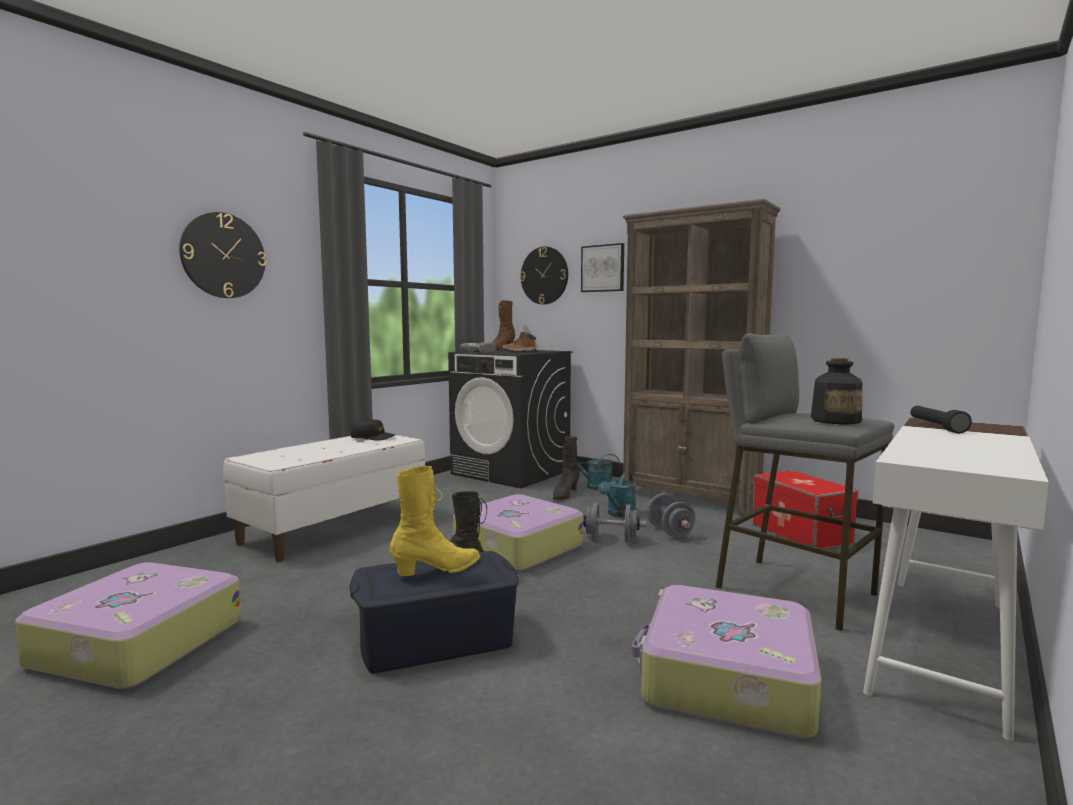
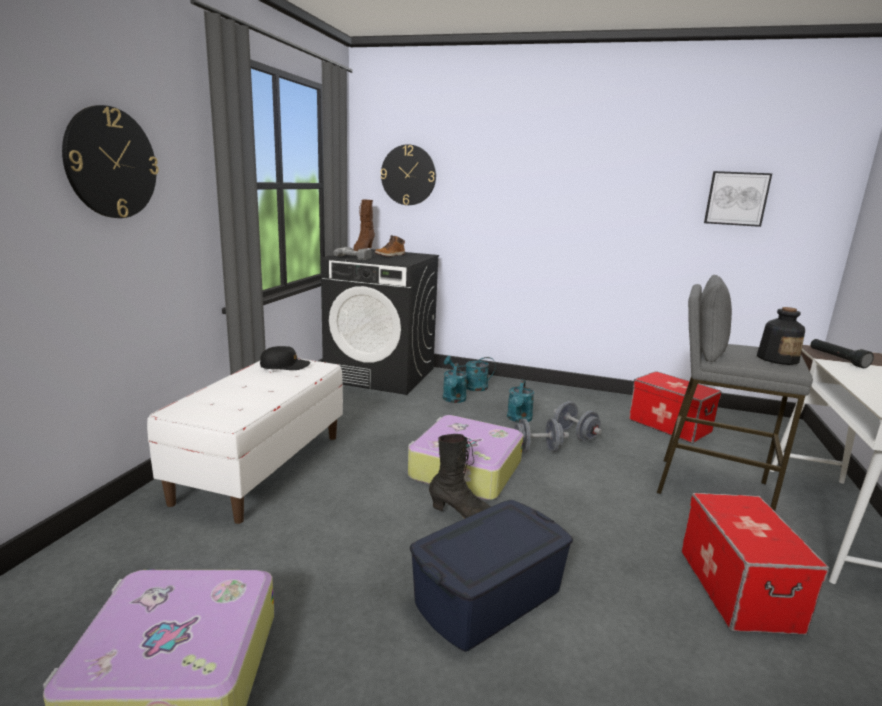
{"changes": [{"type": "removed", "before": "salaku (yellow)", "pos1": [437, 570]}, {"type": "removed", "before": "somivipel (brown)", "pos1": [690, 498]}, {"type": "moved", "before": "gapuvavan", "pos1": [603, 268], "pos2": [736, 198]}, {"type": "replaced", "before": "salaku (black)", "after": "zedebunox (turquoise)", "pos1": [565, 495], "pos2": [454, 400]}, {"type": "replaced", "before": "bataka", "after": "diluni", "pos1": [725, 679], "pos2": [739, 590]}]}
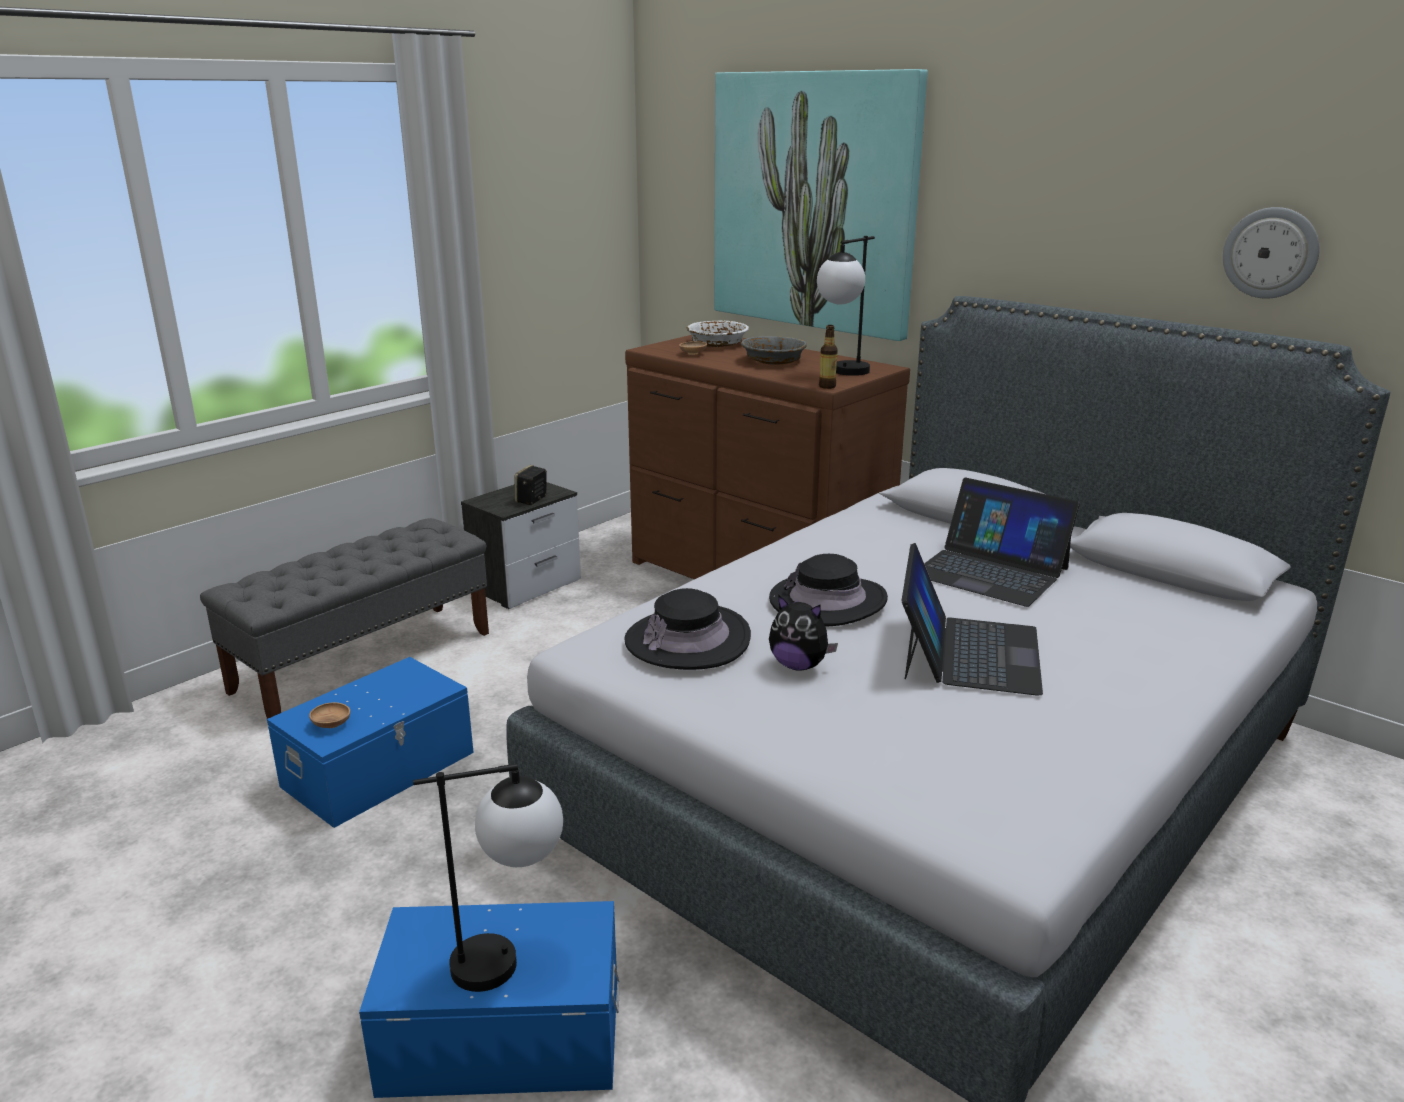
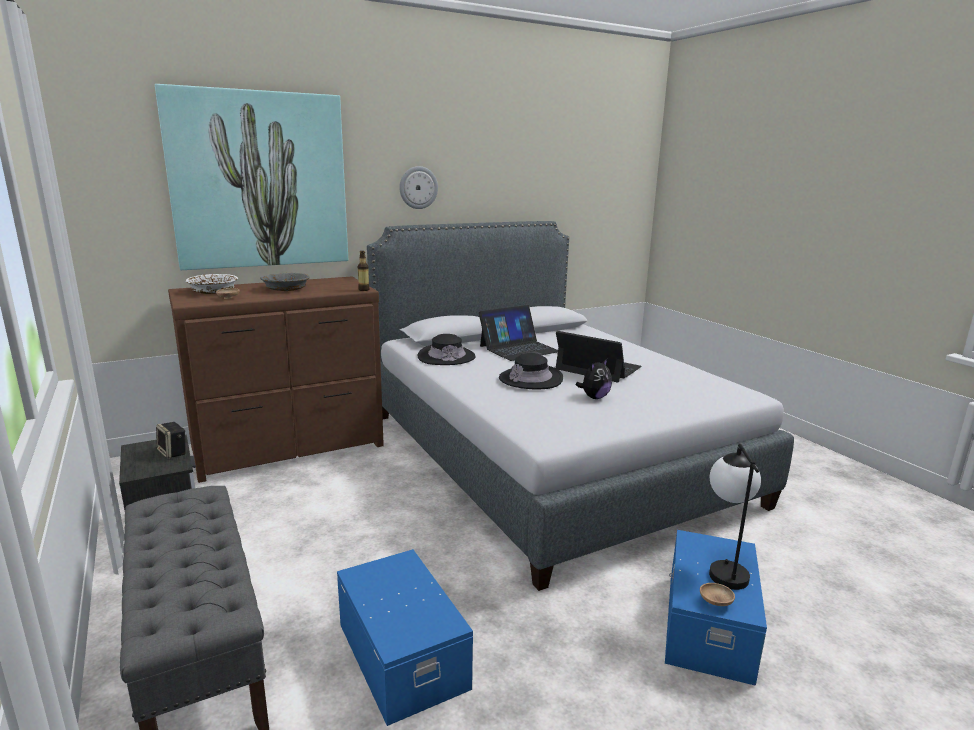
{"changes": [{"type": "removed", "before": "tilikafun", "pos1": [842, 374]}, {"type": "moved", "before": "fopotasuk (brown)", "pos1": [331, 724], "pos2": [715, 602]}, {"type": "moved", "before": "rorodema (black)", "pos1": [688, 640], "pos2": [446, 357]}, {"type": "moved", "before": "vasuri", "pos1": [1270, 253], "pos2": [418, 187]}]}
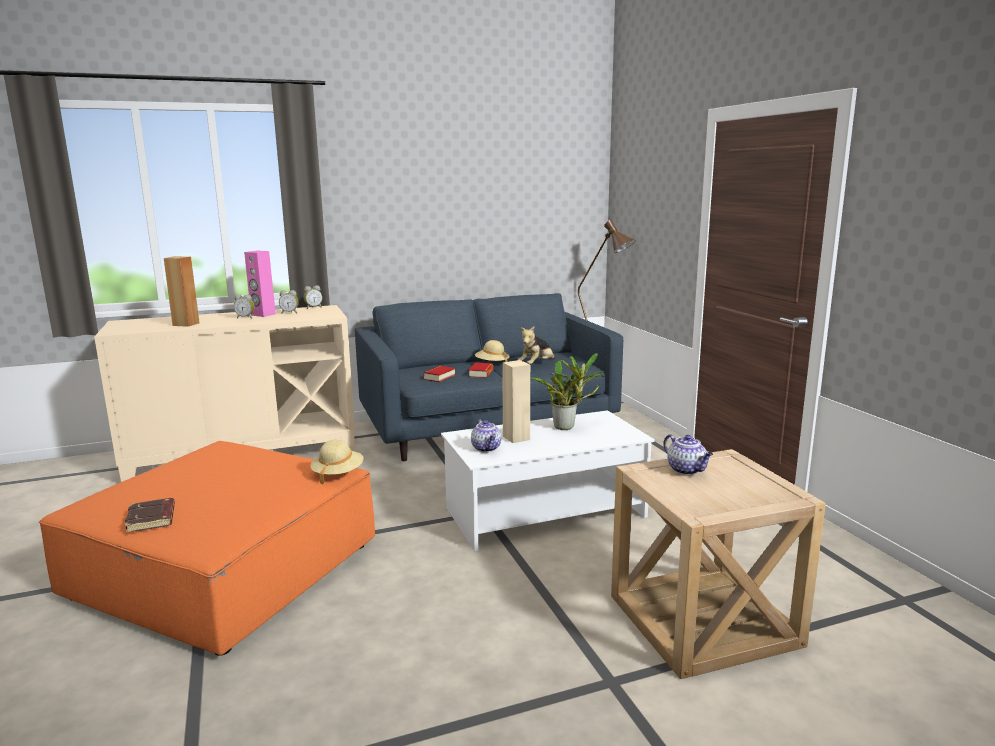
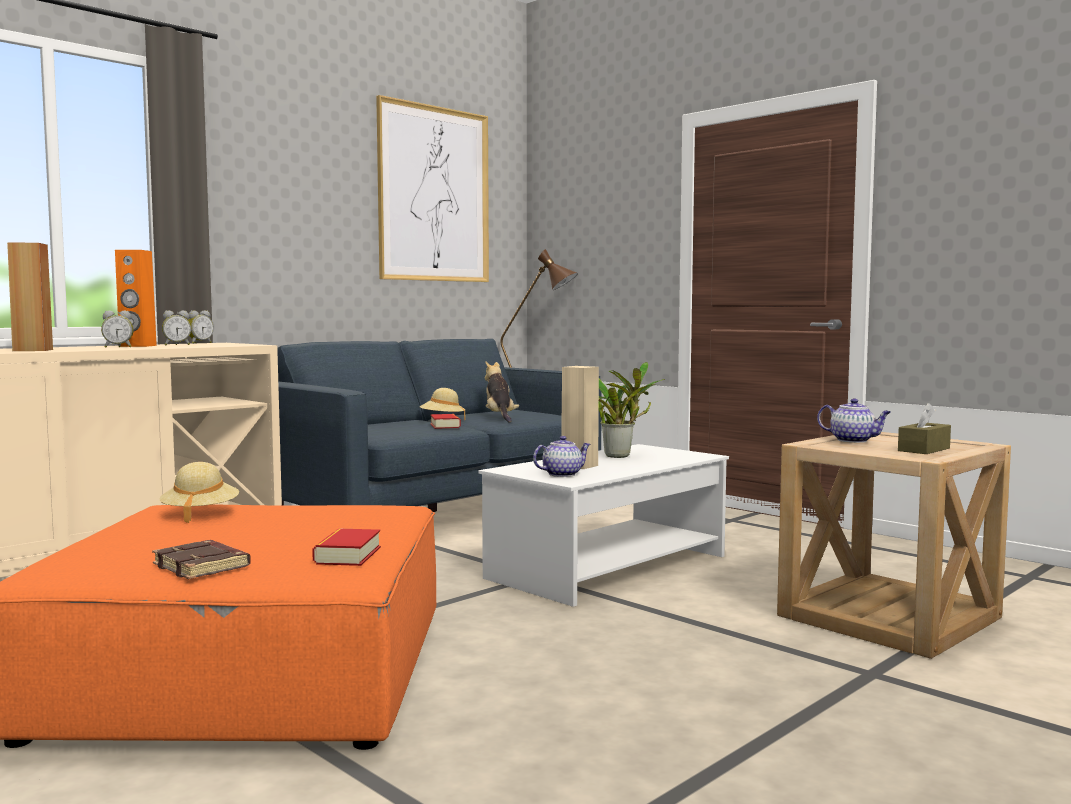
{"changes": [{"type": "added", "after": "gapuvavan", "pos2": [434, 194]}, {"type": "added", "after": "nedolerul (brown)", "pos2": [924, 449]}, {"type": "moved", "before": "rorodema (beige)", "pos1": [338, 474], "pos2": [200, 514]}, {"type": "moved", "before": "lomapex", "pos1": [439, 377], "pos2": [347, 555]}, {"type": "recoloured", "before": "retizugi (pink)", "after": "retizugi (orange)", "pos1": [263, 314], "pos2": [137, 346]}, {"type": "turned", "before": "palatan", "pos1": [487, 448], "pos2": [562, 474], "turn": -75}, {"type": "turned", "before": "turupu", "pos1": [536, 365], "pos2": [500, 417], "turn": 150}]}
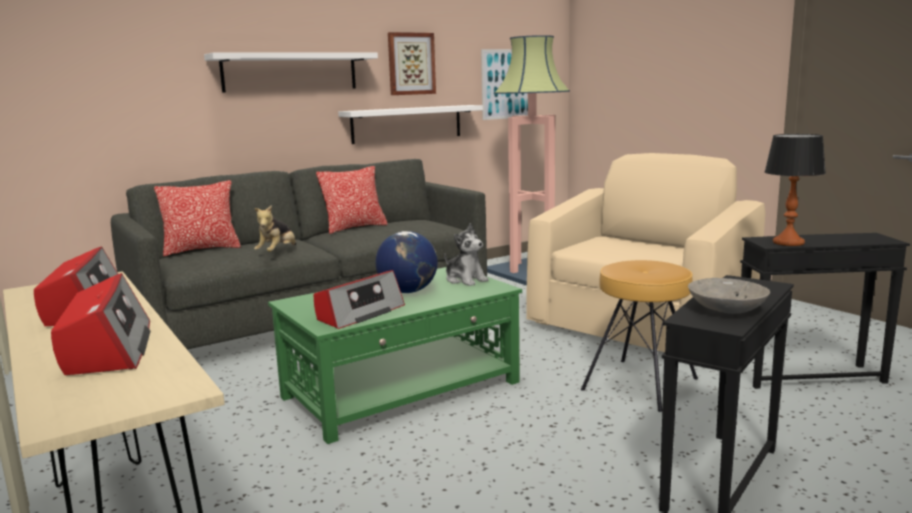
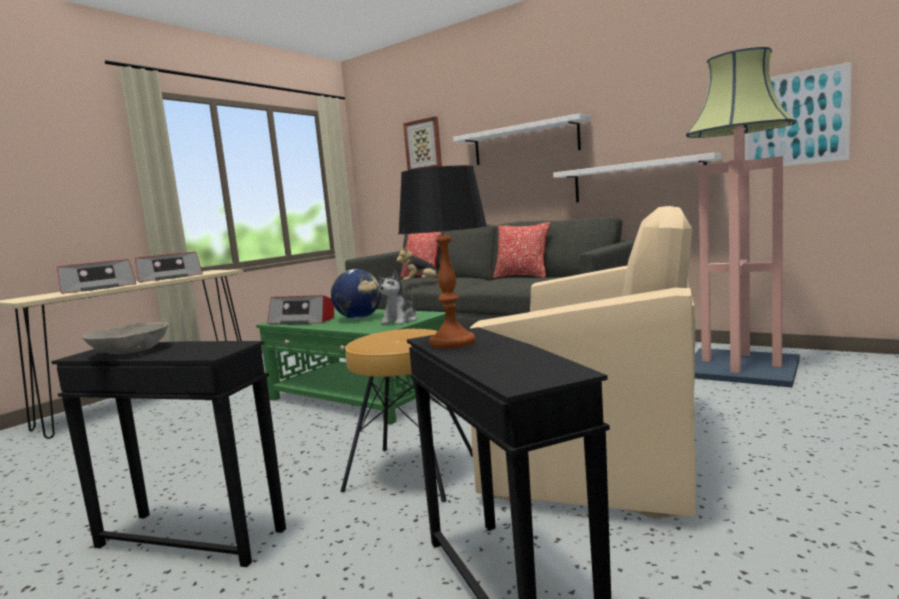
{"changes": [{"type": "moved", "before": "gapuvavan", "pos1": [411, 64], "pos2": [423, 145]}]}
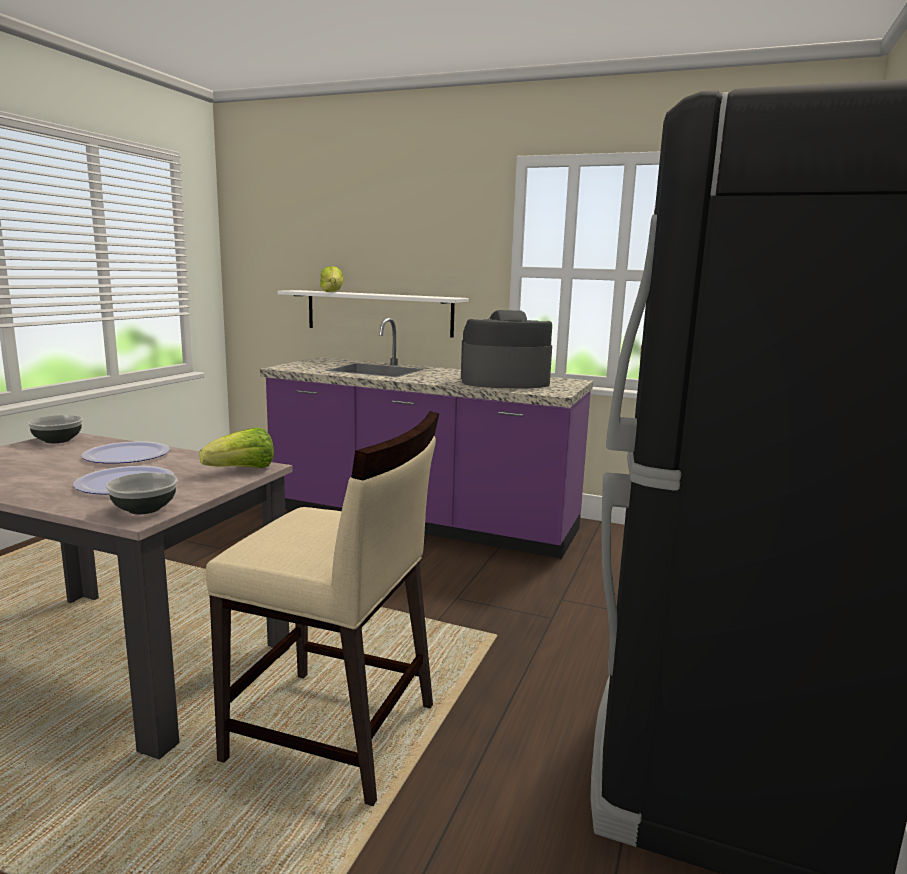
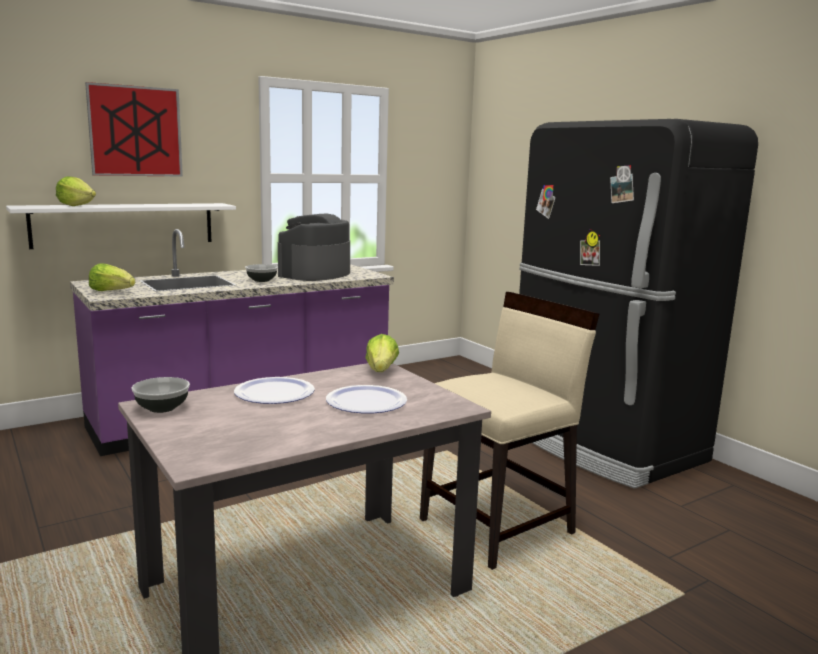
{"changes": [{"type": "added", "after": "gapuvavan", "pos2": [135, 131]}, {"type": "added", "after": "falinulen", "pos2": [111, 291]}, {"type": "moved", "before": "fopotasuk", "pos1": [144, 508], "pos2": [261, 280]}]}
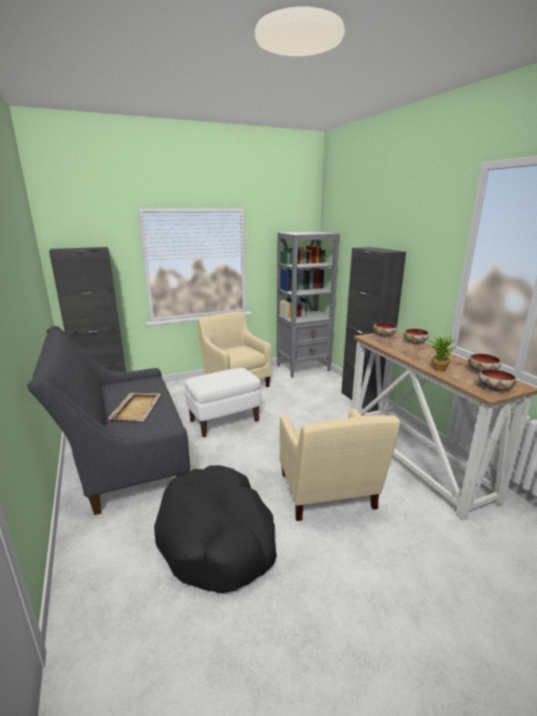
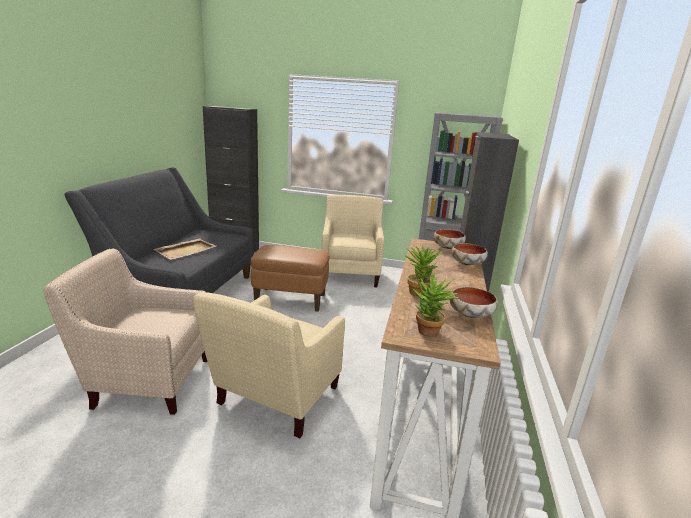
{"changes": [{"type": "replaced", "before": "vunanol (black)", "after": "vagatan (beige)", "pos1": [217, 538], "pos2": [147, 379]}, {"type": "replaced", "before": "fopotasuk", "after": "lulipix", "pos1": [494, 388], "pos2": [428, 334]}, {"type": "recoloured", "before": "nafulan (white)", "after": "nafulan (brown)", "pos1": [224, 421], "pos2": [291, 299]}]}
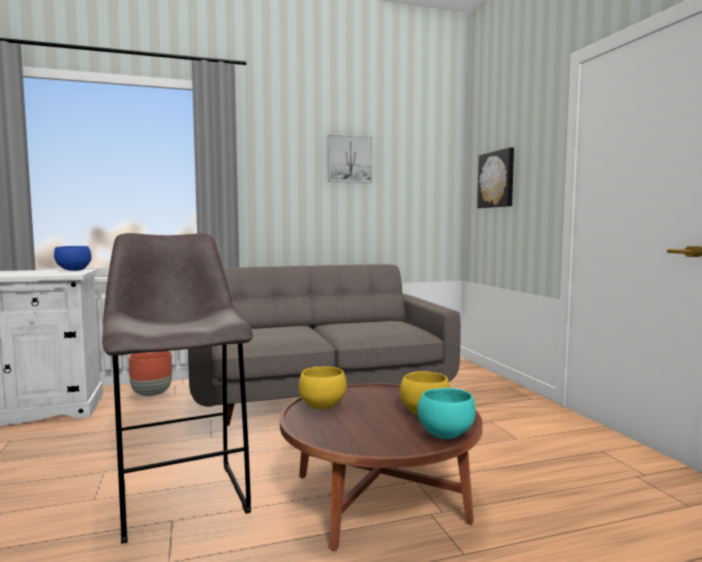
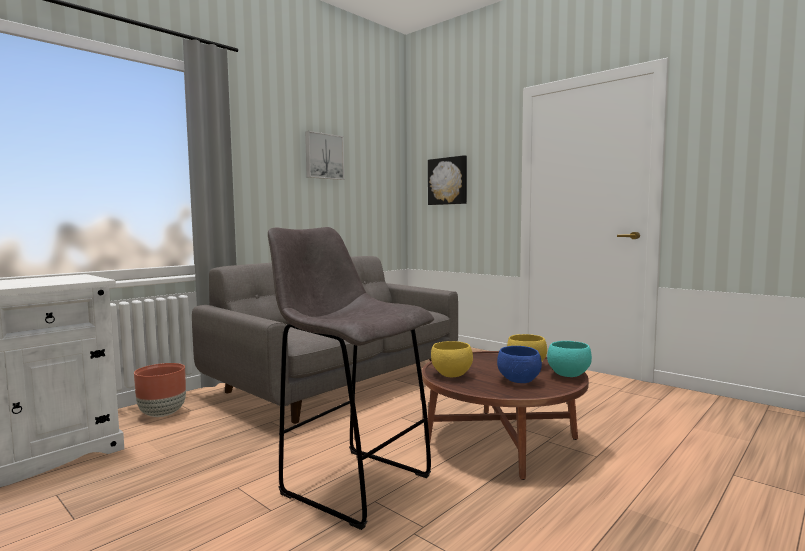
{"changes": [{"type": "moved", "before": "fopotasuk (blue)", "pos1": [74, 270], "pos2": [520, 381]}]}
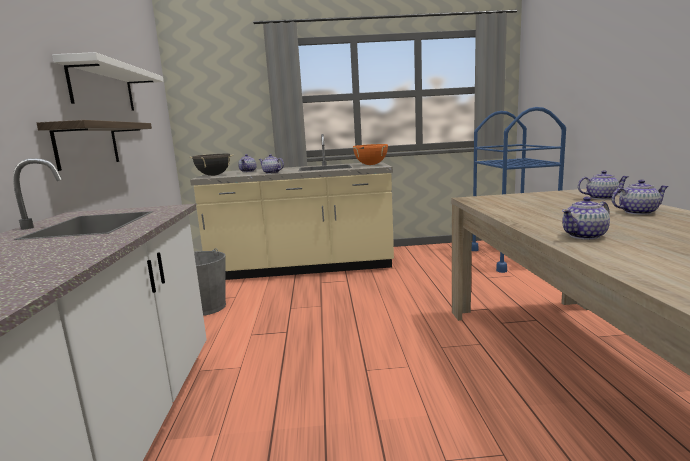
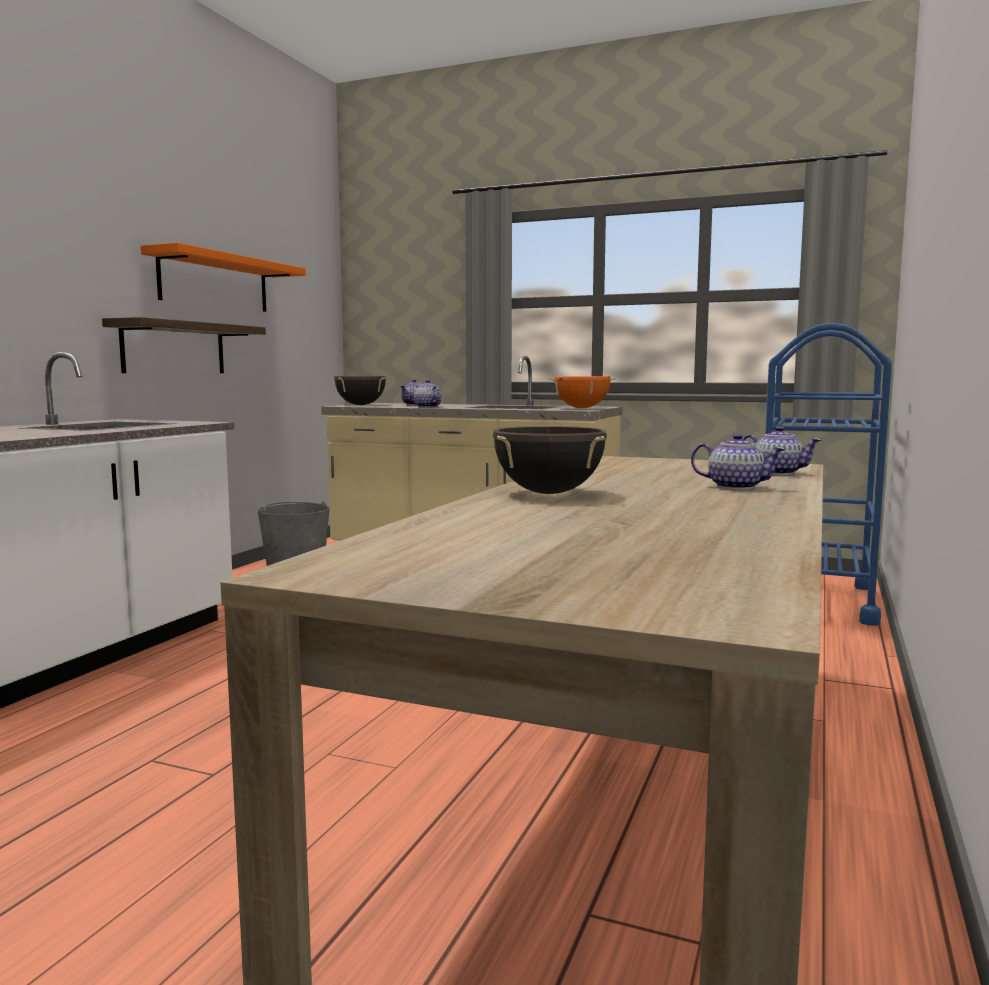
{"changes": [{"type": "replaced", "before": "palatan", "after": "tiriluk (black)", "pos1": [585, 236], "pos2": [549, 493]}, {"type": "recoloured", "before": "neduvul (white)", "after": "neduvul (orange)", "pos1": [103, 88], "pos2": [215, 282]}]}
